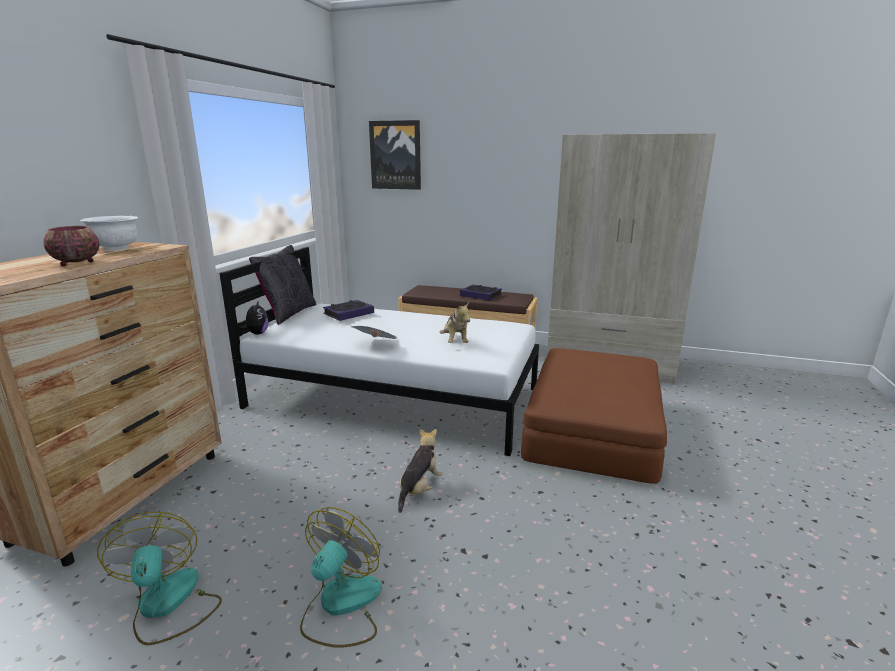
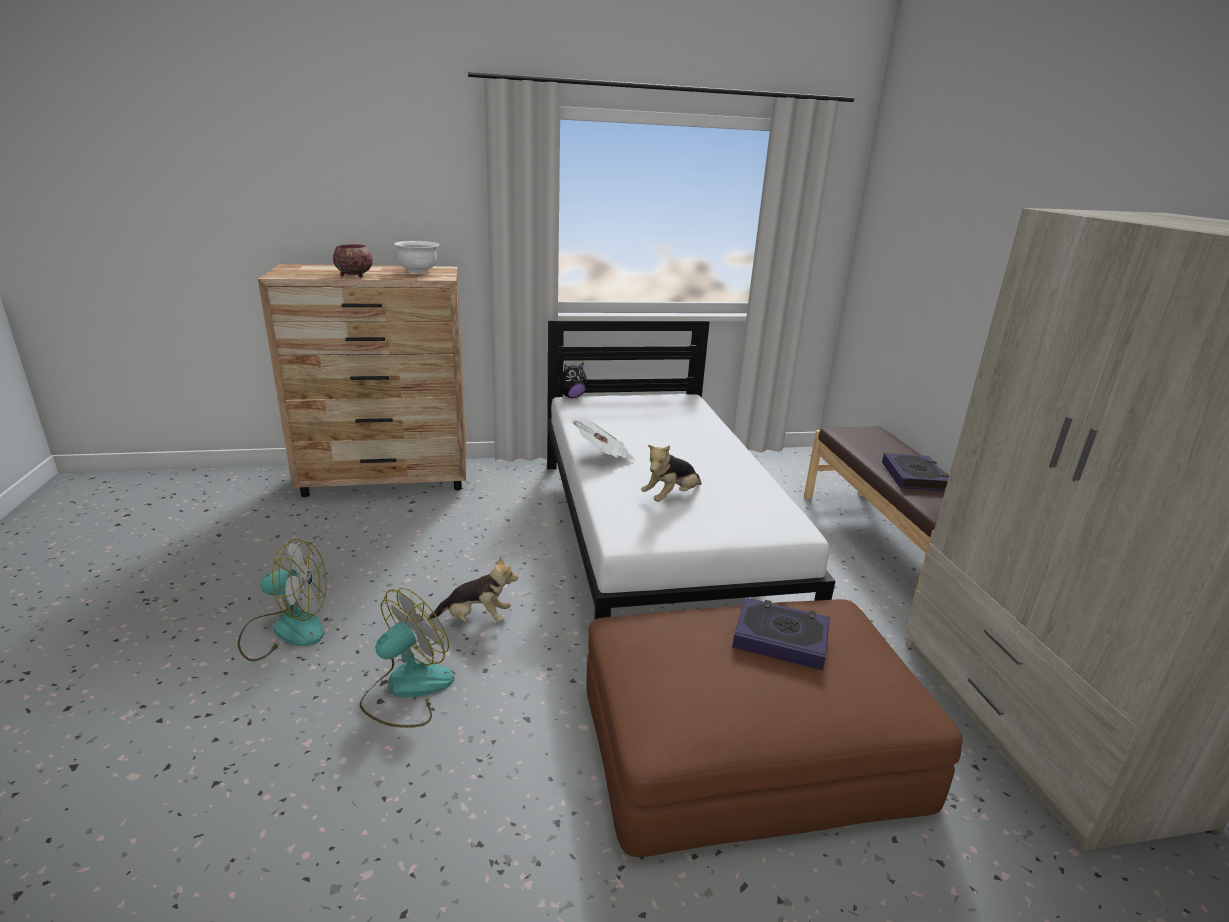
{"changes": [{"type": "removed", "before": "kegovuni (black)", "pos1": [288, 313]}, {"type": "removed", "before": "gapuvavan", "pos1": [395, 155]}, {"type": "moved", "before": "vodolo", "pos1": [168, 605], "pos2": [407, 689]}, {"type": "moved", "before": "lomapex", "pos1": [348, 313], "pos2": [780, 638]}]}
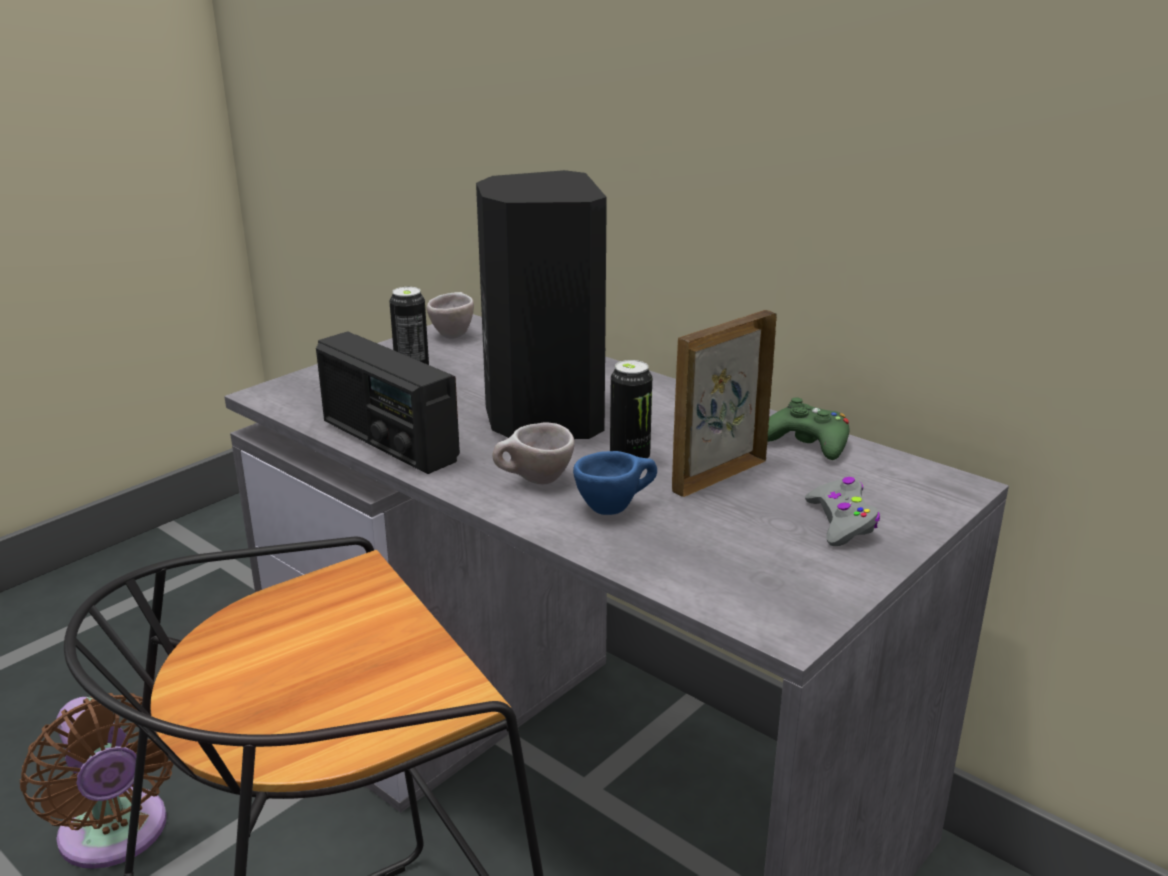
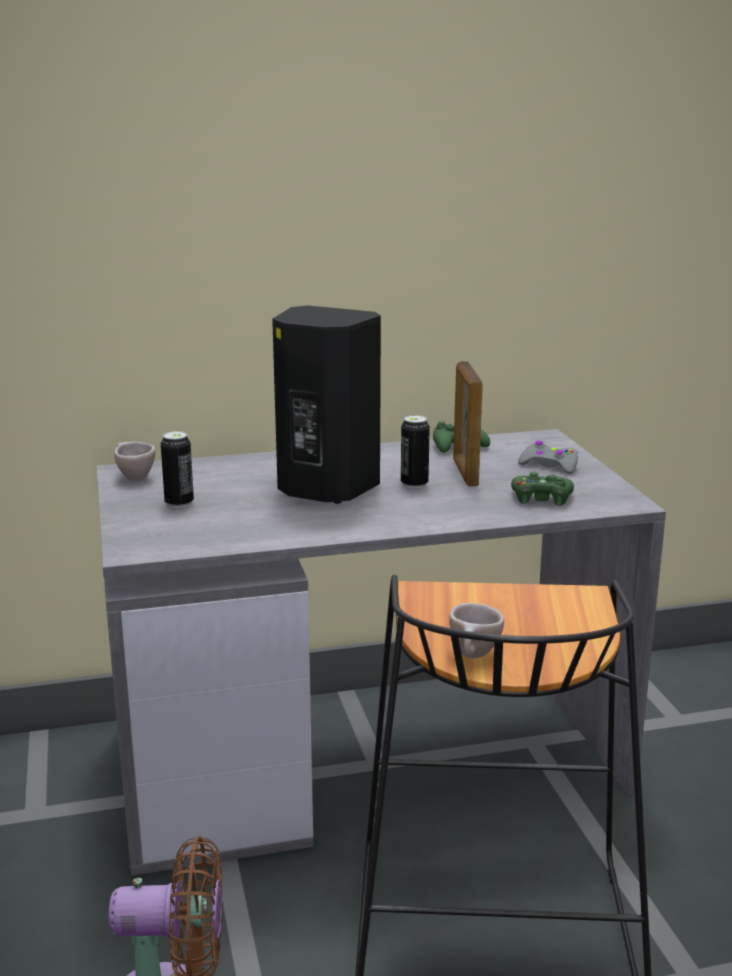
{"changes": [{"type": "removed", "before": "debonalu", "pos1": [388, 441]}, {"type": "removed", "before": "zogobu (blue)", "pos1": [615, 507]}, {"type": "added", "after": "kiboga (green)", "pos2": [541, 498]}, {"type": "moved", "before": "zogobu (beige)", "pos1": [534, 482], "pos2": [474, 657]}]}
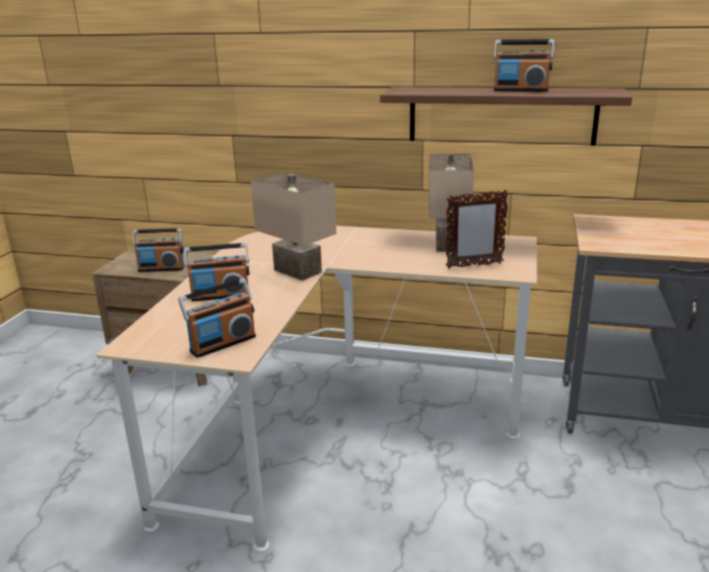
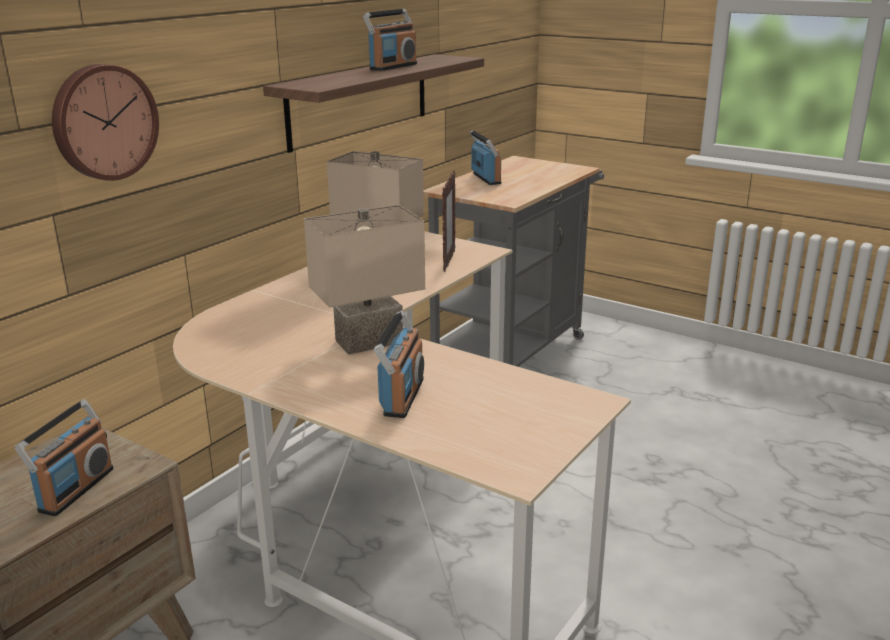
{"changes": [{"type": "added", "after": "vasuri", "pos2": [103, 122]}, {"type": "moved", "before": "debonalu", "pos1": [222, 343], "pos2": [486, 179]}]}
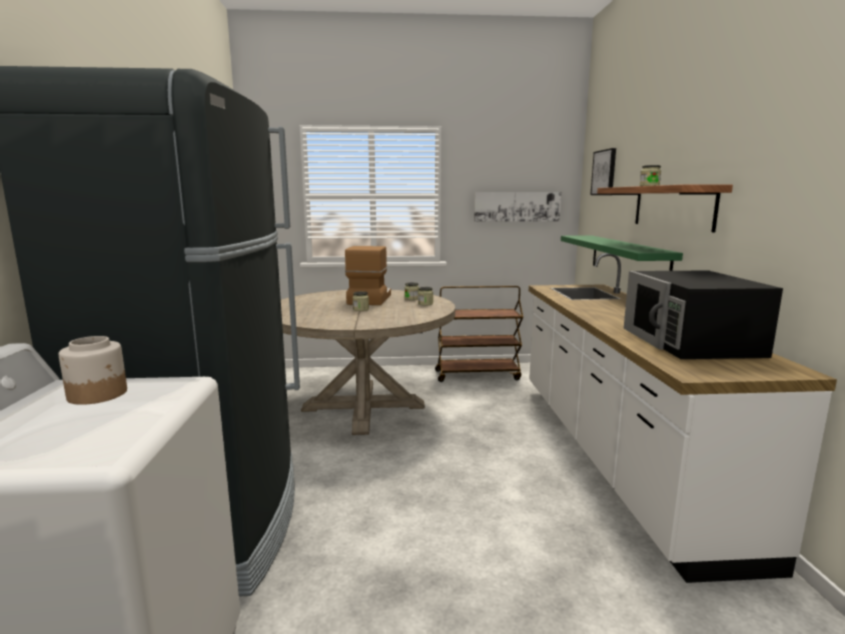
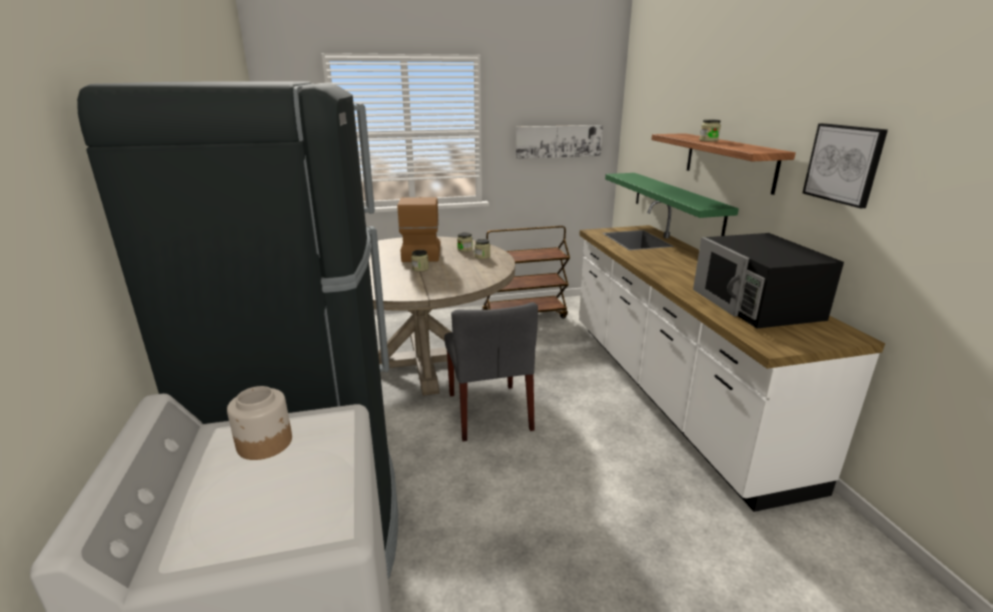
{"changes": [{"type": "added", "after": "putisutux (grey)", "pos2": [489, 412]}, {"type": "moved", "before": "gapuvavan", "pos1": [604, 172], "pos2": [844, 164]}]}
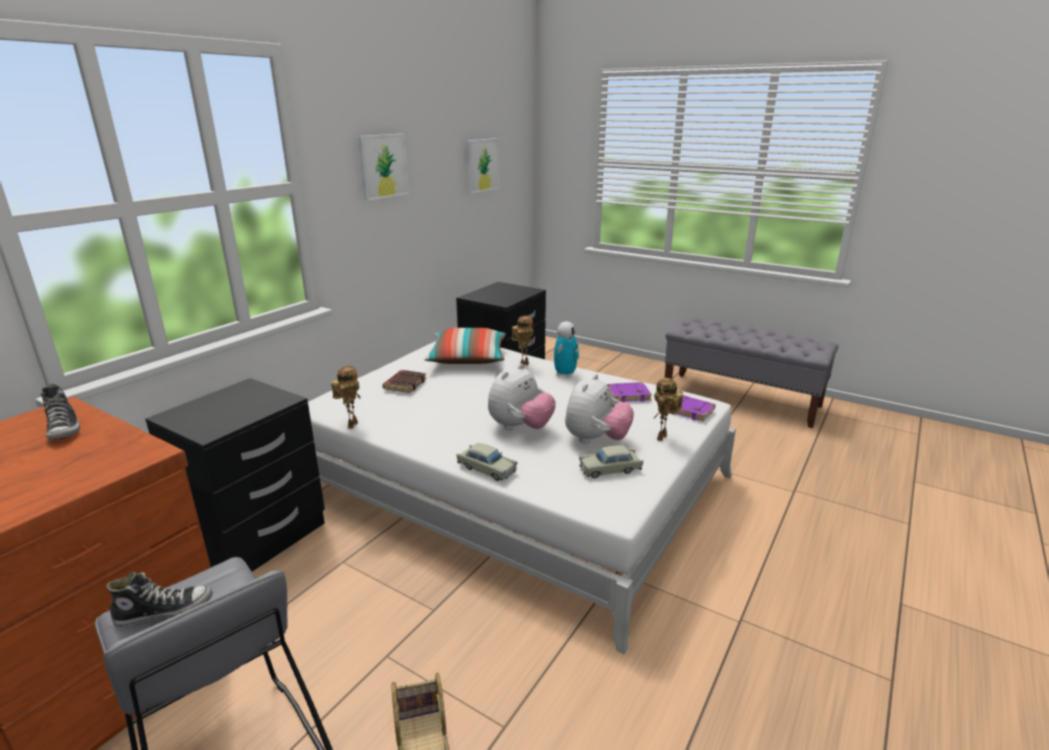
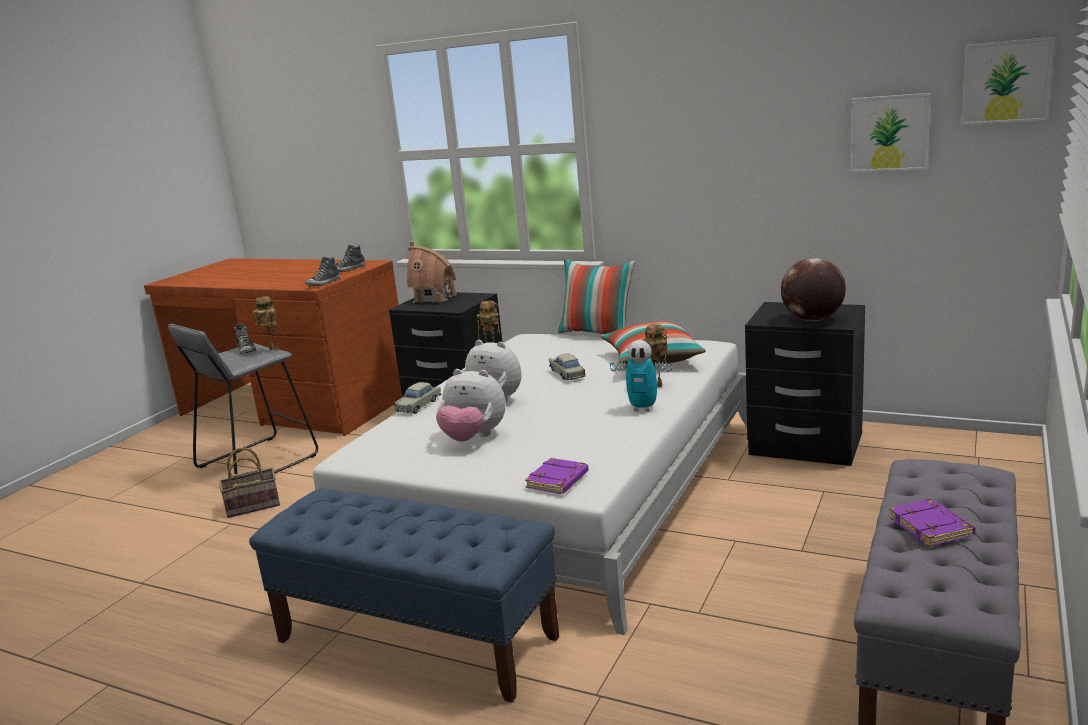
{"changes": [{"type": "removed", "before": "lomapex (brown)", "pos1": [404, 384]}, {"type": "added", "after": "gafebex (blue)", "pos2": [417, 639]}, {"type": "added", "after": "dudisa", "pos2": [324, 283]}, {"type": "added", "after": "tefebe", "pos2": [434, 298]}, {"type": "added", "after": "kegovuni", "pos2": [598, 334]}, {"type": "added", "after": "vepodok", "pos2": [812, 320]}, {"type": "moved", "before": "gapuvavan", "pos1": [383, 166], "pos2": [1005, 82]}, {"type": "moved", "before": "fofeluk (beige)", "pos1": [610, 469], "pos2": [567, 374]}, {"type": "moved", "before": "lomapex (purple)", "pos1": [628, 395], "pos2": [932, 528]}, {"type": "moved", "before": "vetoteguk", "pos1": [663, 438], "pos2": [273, 350]}]}
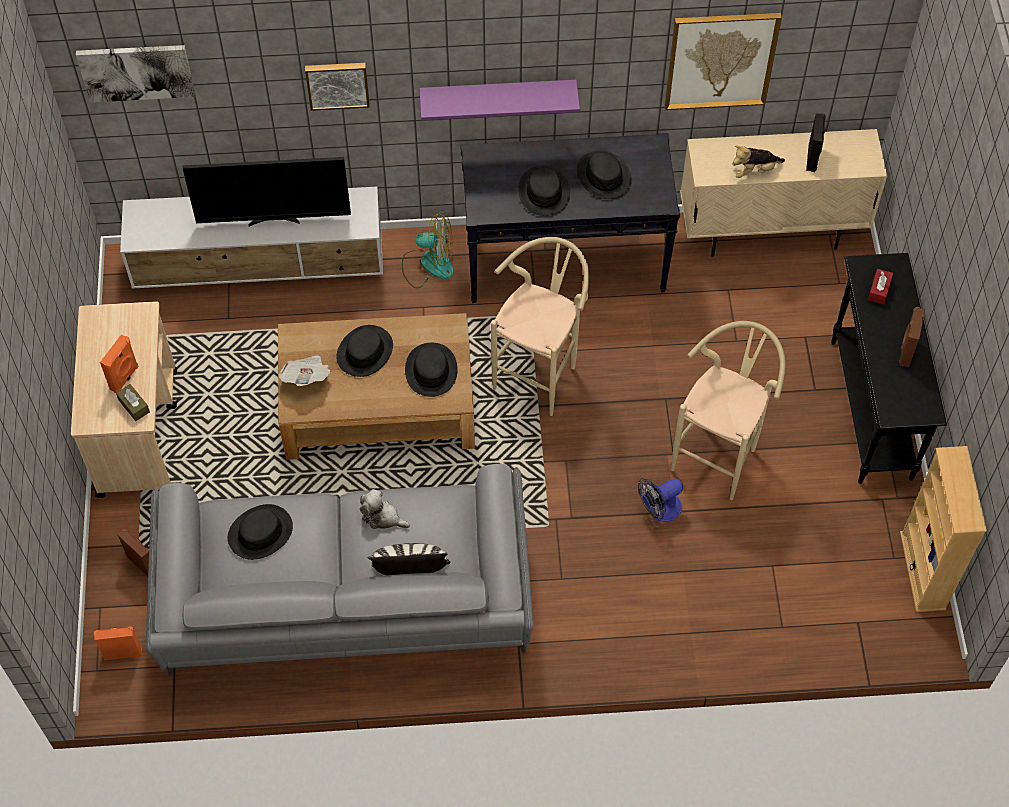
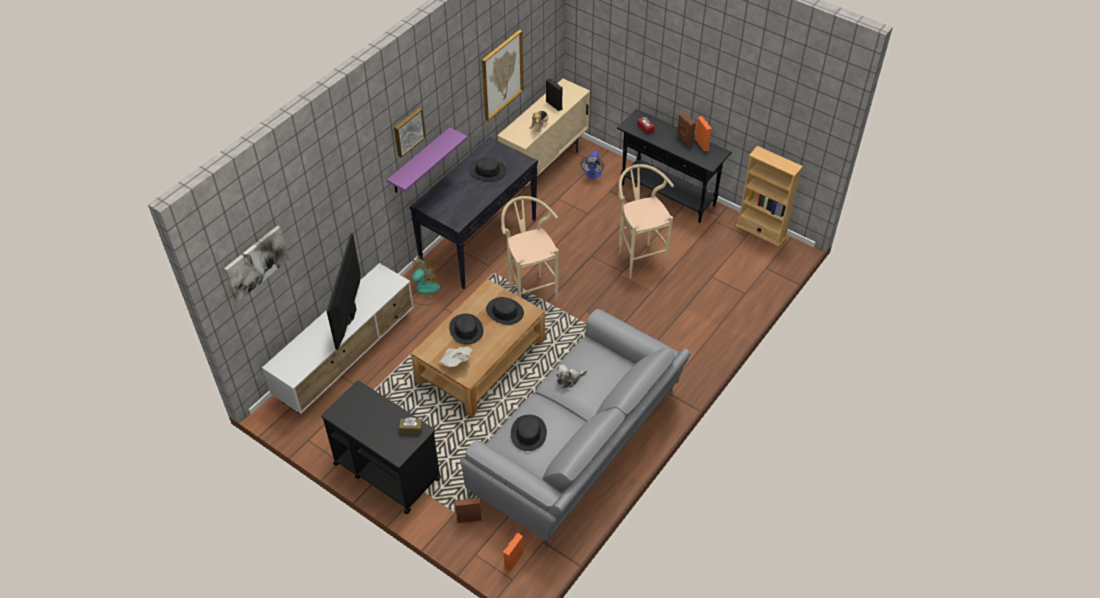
{"changes": [{"type": "removed", "before": "kegovuni", "pos1": [411, 573]}, {"type": "removed", "before": "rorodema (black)", "pos1": [544, 192]}, {"type": "moved", "before": "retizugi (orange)", "pos1": [125, 378], "pos2": [702, 144]}, {"type": "moved", "before": "gapuvavan", "pos1": [337, 84], "pos2": [408, 131]}, {"type": "moved", "before": "vodolo", "pos1": [659, 510], "pos2": [592, 175]}, {"type": "recoloured", "before": "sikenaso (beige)", "after": "sikenaso (black)", "pos1": [138, 432], "pos2": [386, 470]}, {"type": "turned", "before": "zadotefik", "pos1": [274, 220], "pos2": [351, 313], "turn": 150}]}
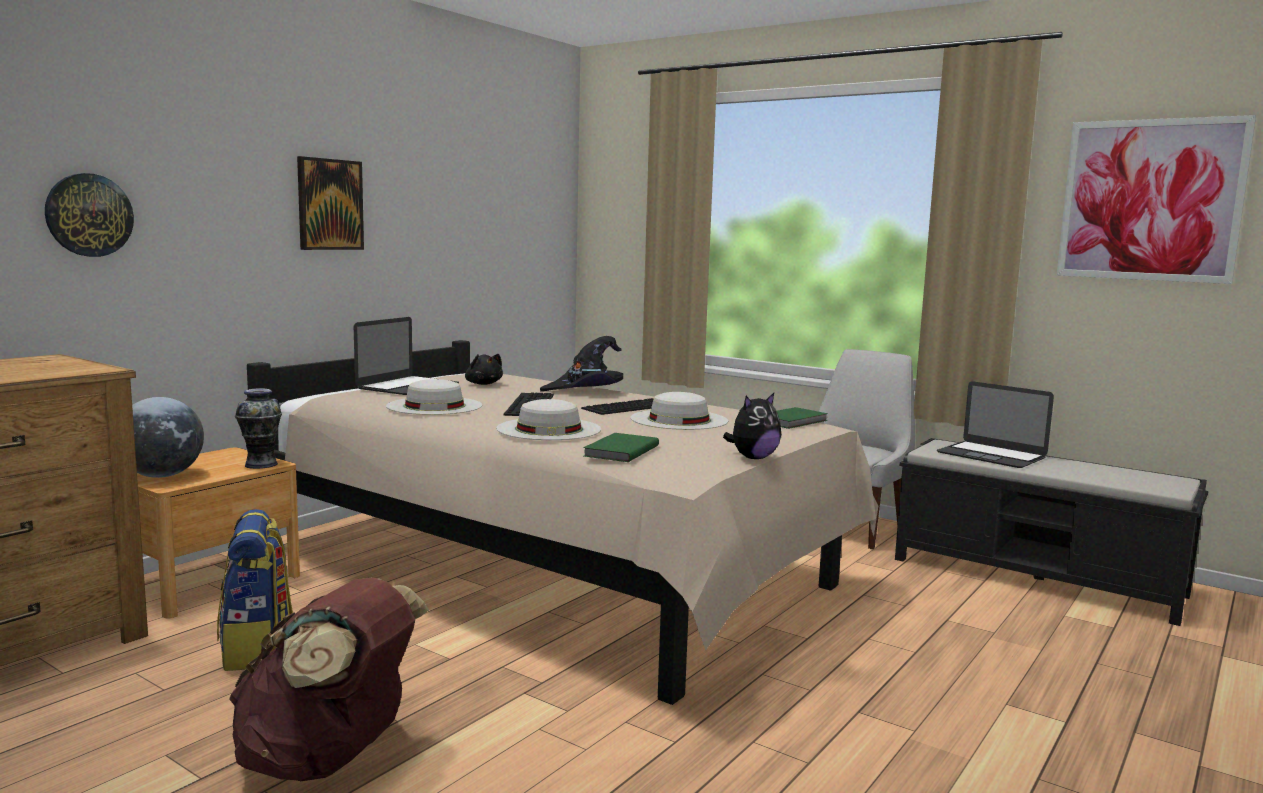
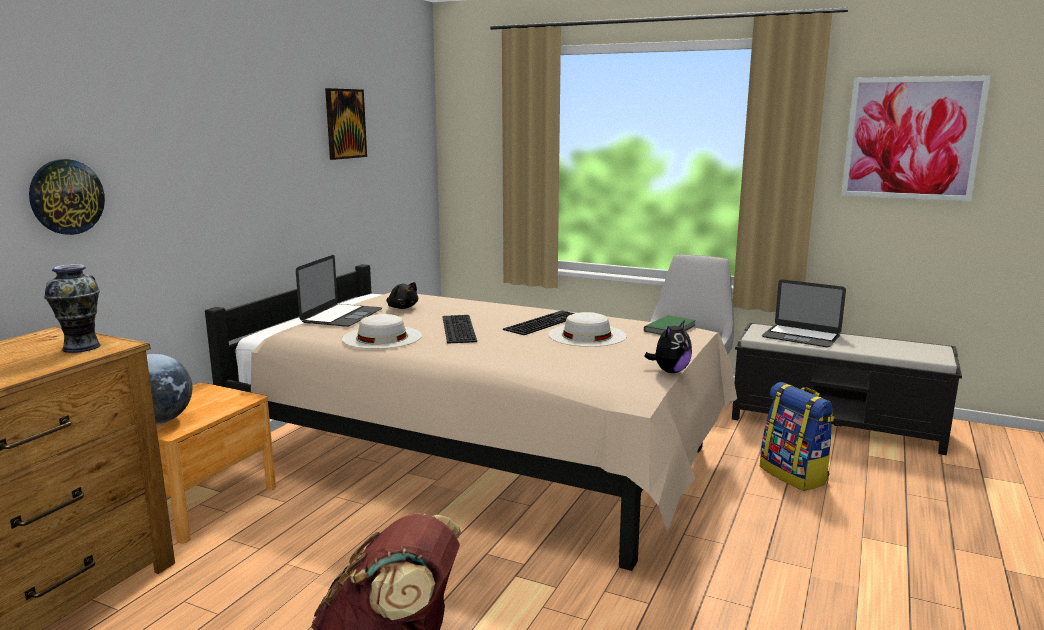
{"changes": [{"type": "removed", "before": "rorodema (white)", "pos1": [549, 429]}, {"type": "removed", "before": "rorodema (black)", "pos1": [585, 390]}, {"type": "removed", "before": "lomapex (green)", "pos1": [619, 451]}, {"type": "moved", "before": "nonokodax", "pos1": [258, 649], "pos2": [794, 475]}, {"type": "moved", "before": "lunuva", "pos1": [261, 464], "pos2": [81, 347]}, {"type": "moved", "before": "gapuvavan", "pos1": [330, 204], "pos2": [345, 123]}]}
